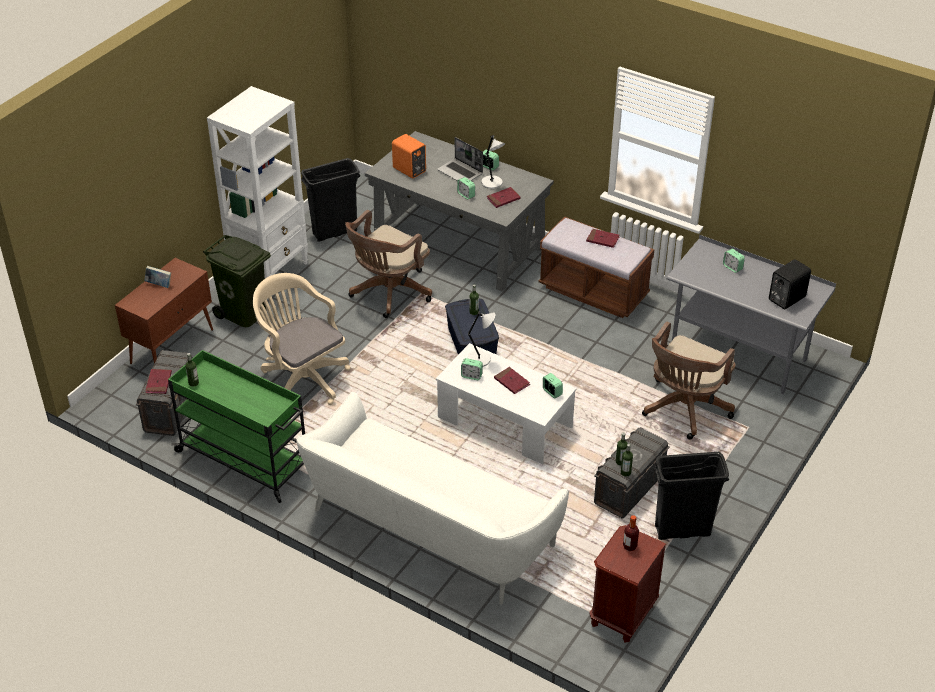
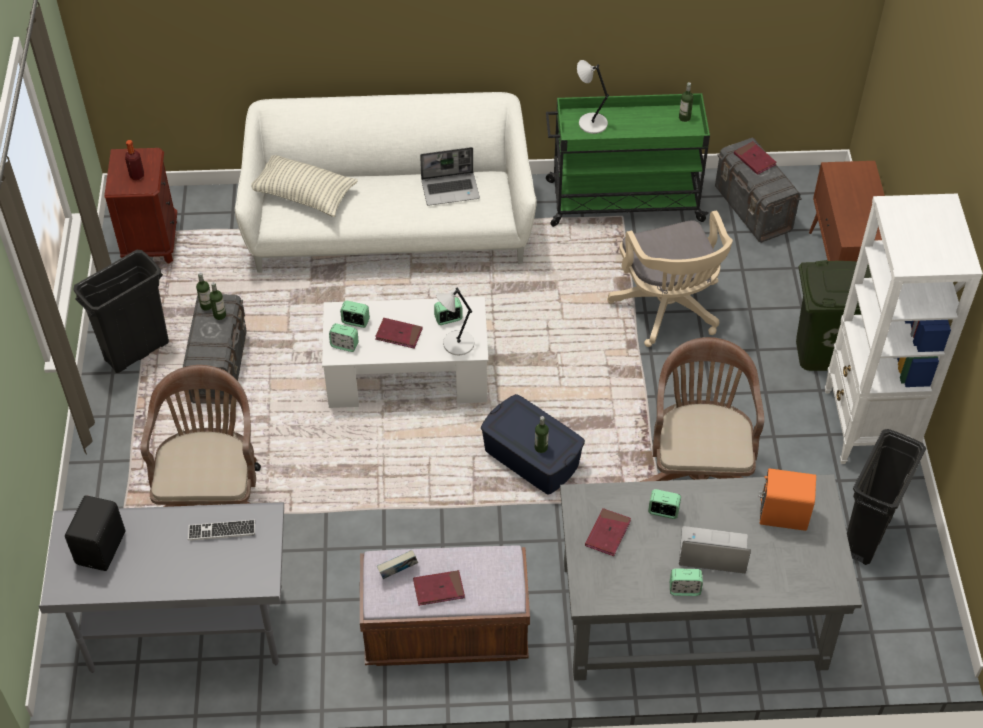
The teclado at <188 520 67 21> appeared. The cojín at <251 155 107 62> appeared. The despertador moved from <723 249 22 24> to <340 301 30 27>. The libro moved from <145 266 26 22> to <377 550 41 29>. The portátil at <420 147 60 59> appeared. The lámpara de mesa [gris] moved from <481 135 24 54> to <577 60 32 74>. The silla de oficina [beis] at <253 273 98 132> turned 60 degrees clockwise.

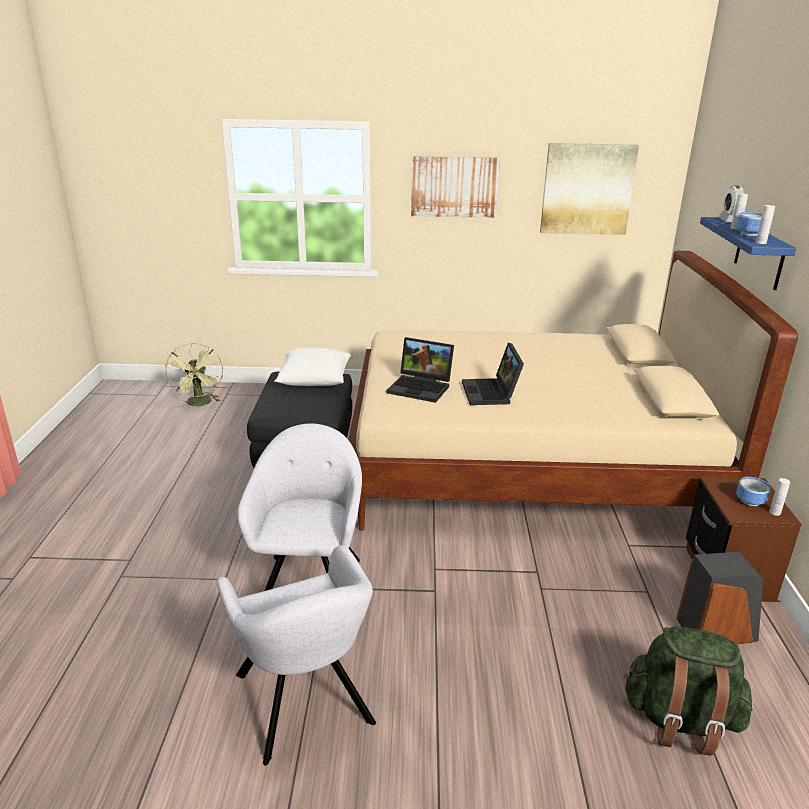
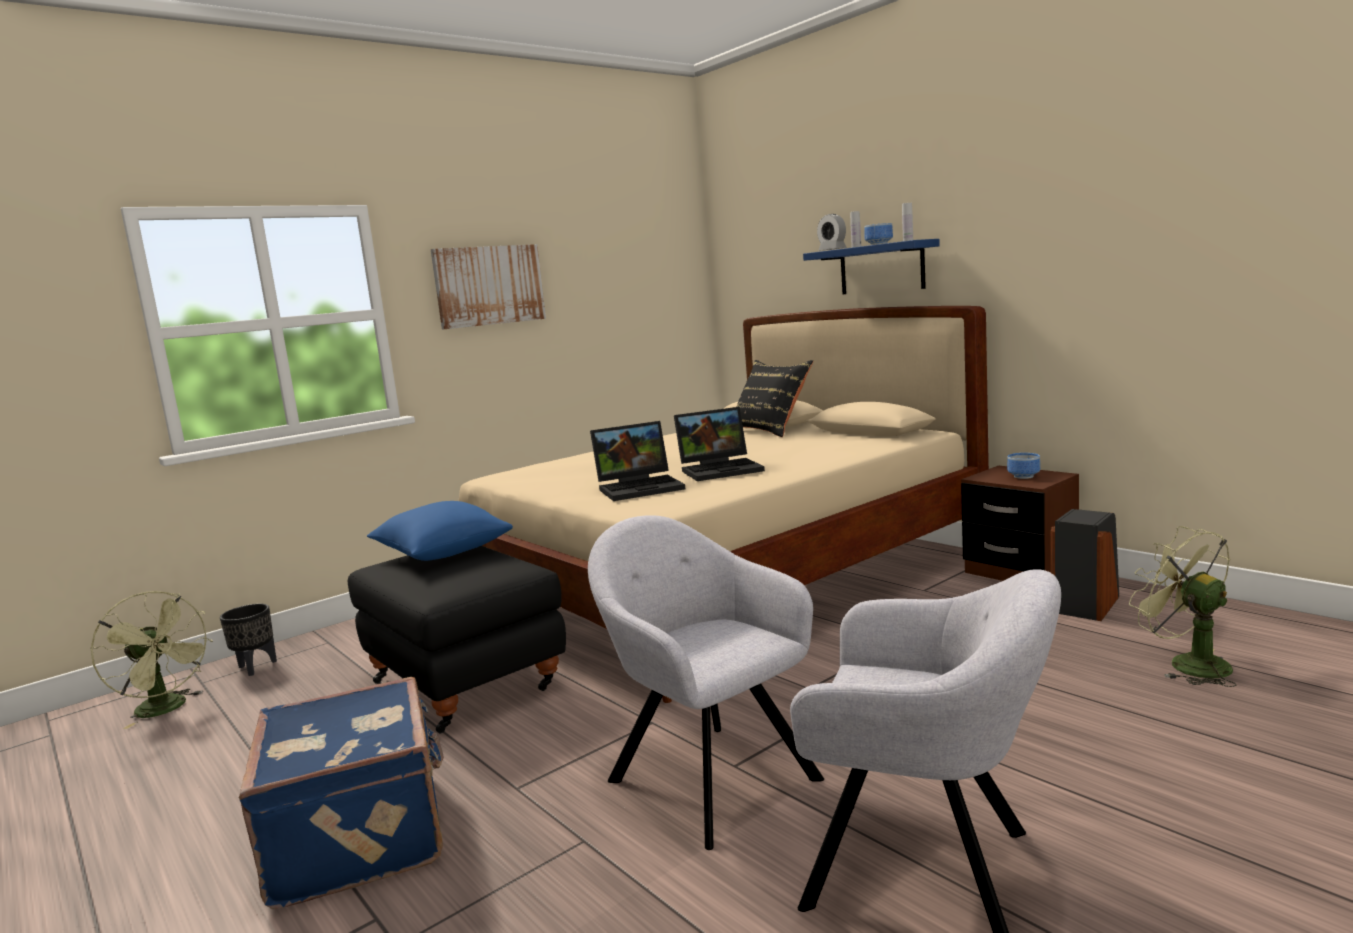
The maceta [negro] at <220 604 57 72> appeared. The maleta [azul] at <239 677 205 232> appeared. The cojín [blanco] at <274 348 77 38> became the cojín [azul] at <367 501 146 60>. The portátil at <462 343 62 62> turned 60 degrees counterclockwise. The cojín [negro] at <737 360 76 77> appeared. The mochila [verde] at <624 626 129 130> was replaced by the ventilador [verde] at <1129 526 108 161>. The cuadro at <540 143 99 92> disappeared. The botella [blanco] at <769 478 21 38> disappeared.

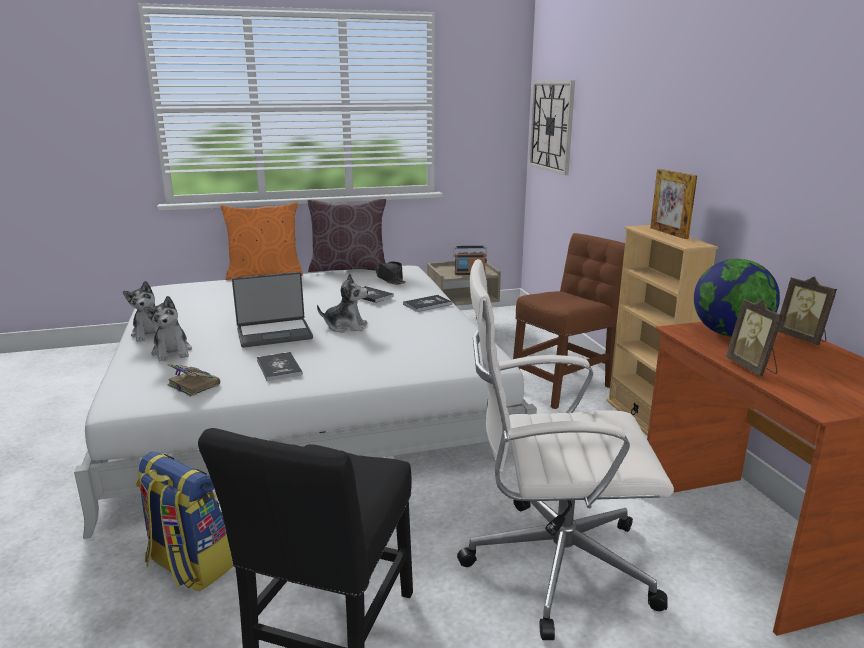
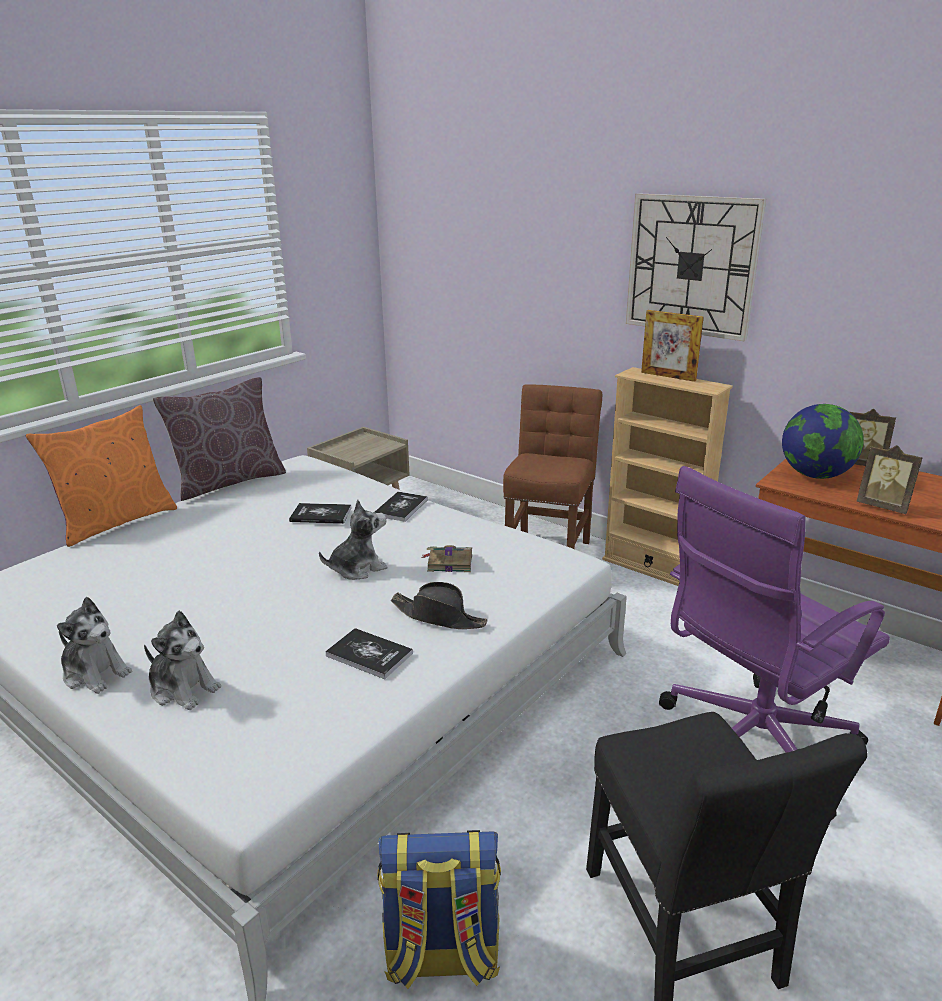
The sombrero [negro] moved from <375 261 31 23> to <390 582 98 47>. The libro moved from <168 364 52 33> to <421 545 51 27>. The reloj de pared moved from <529 81 46 94> to <626 193 140 148>. The silla de oficina [blanco] at <457 259 217 381> became the silla de oficina [morado] at <659 466 231 354>. The portátil at <232 272 81 76> disappeared. The radio at <453 246 34 29> disappeared.

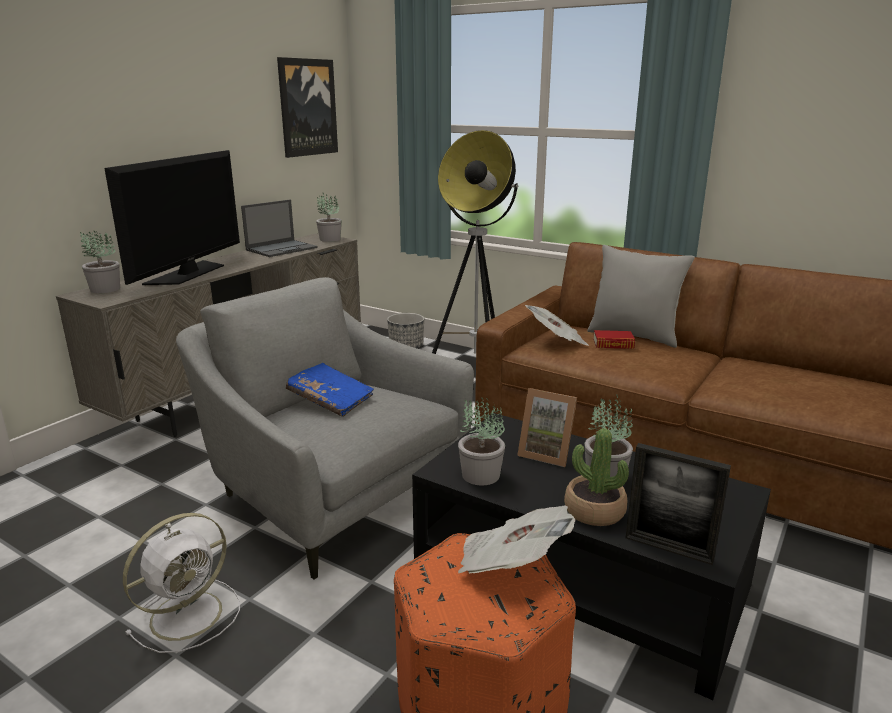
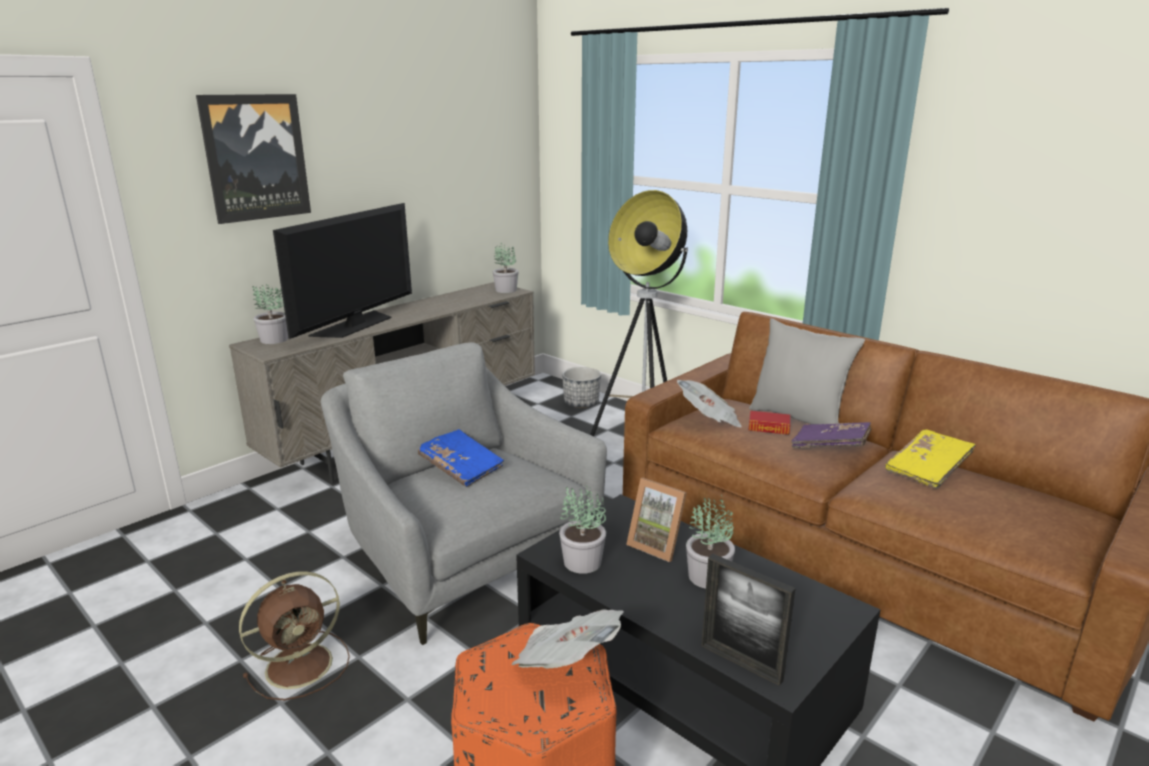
The cuadro moved from <277 57 61 101> to <196 94 115 130>. The ventilador [blanco] at <123 513 117 140> became the ventilador [marrón] at <239 571 111 129>. The libro [morado] at <791 422 81 26> appeared. The libro [amarillo] at <885 429 91 60> appeared. The portátil at <241 199 77 58> disappeared. The planta en maceta at <564 428 65 98> disappeared.

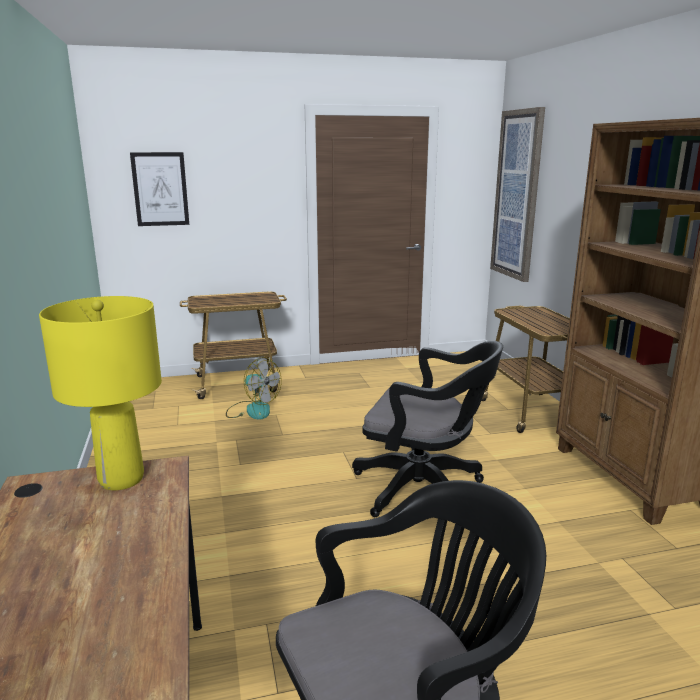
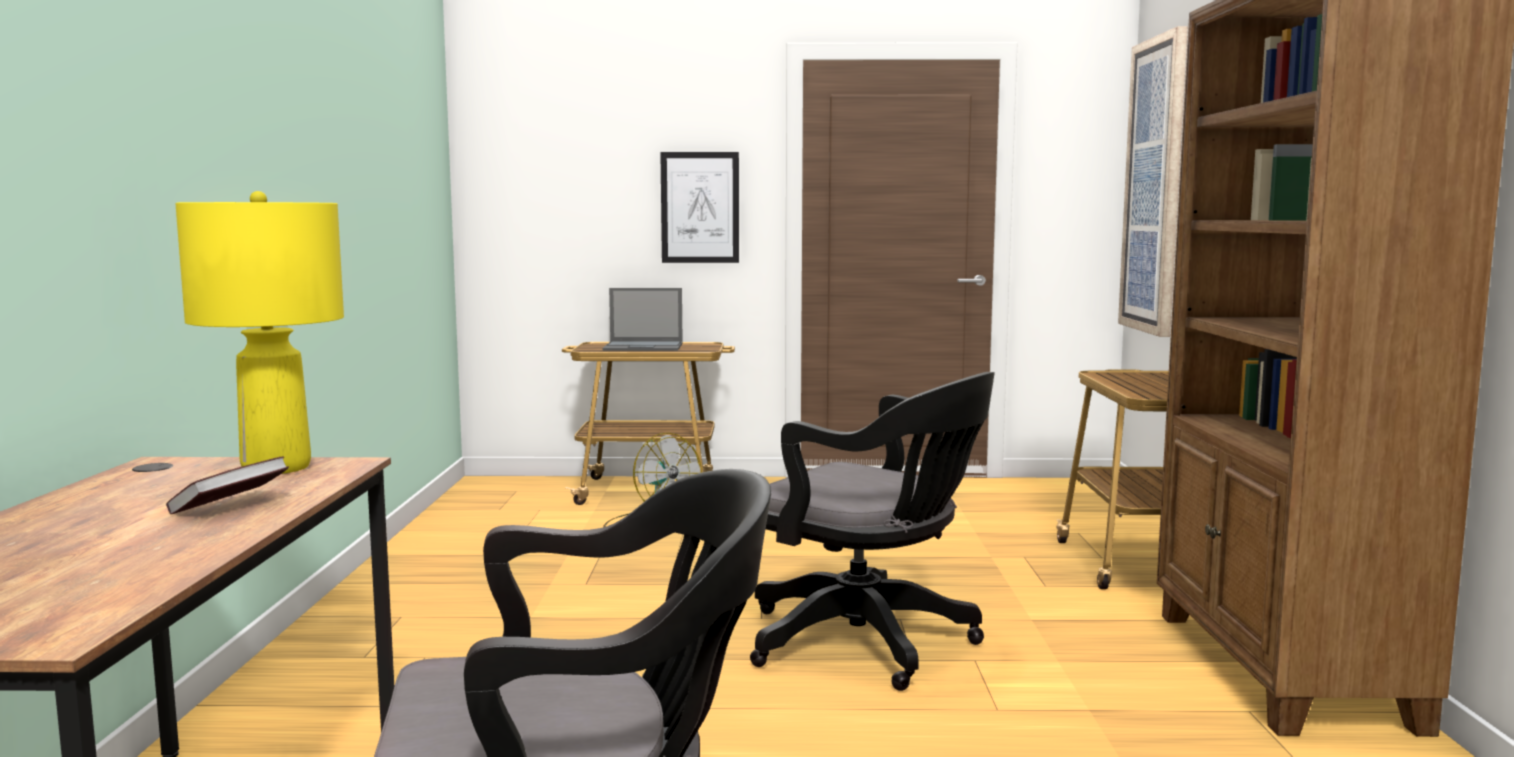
The libro at <166 456 123 58> appeared. The portátil at <602 288 81 63> appeared. The cuadro moved from <130 152 59 74> to <660 152 79 111>.

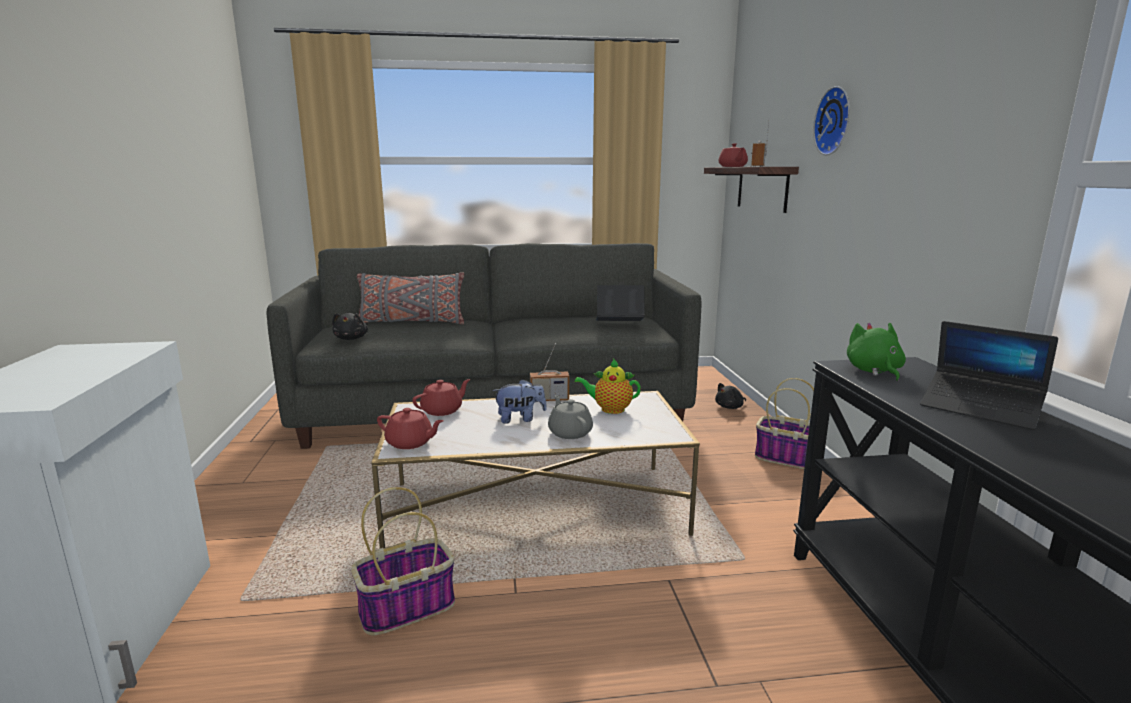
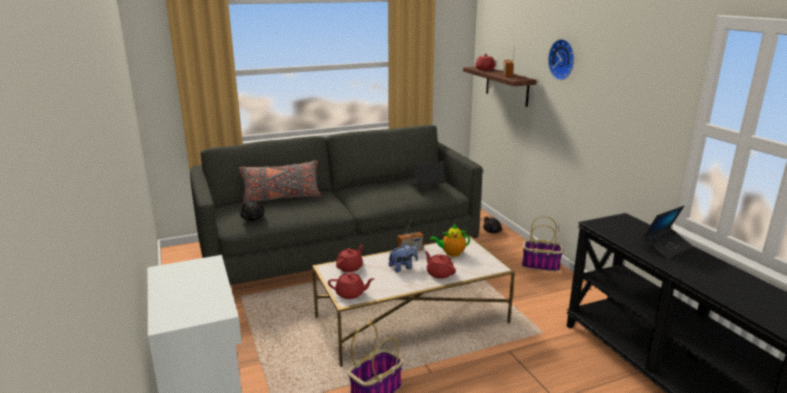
The tetera [gris] at <548 395 45 44> became the tetera [rojo] at <425 251 31 28>. The portátil at <920 321 138 109> turned 60 degrees counterclockwise. The peluche [verde] at <847 323 59 58> disappeared.

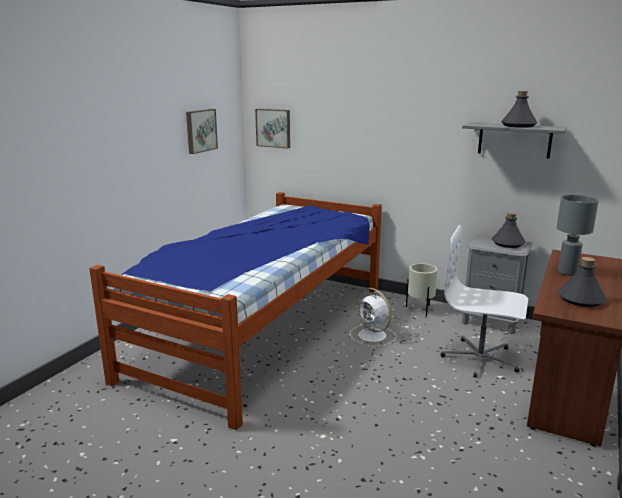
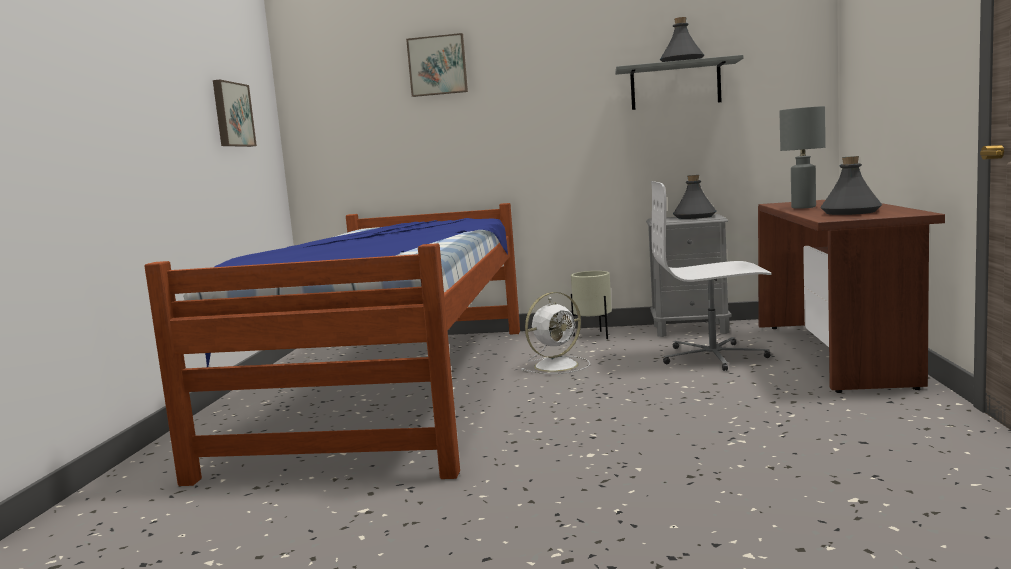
The cuadro moved from <255 109 35 40> to <406 33 62 64>. The ventilador [blanco] at <350 288 46 59> turned 60 degrees counterclockwise.

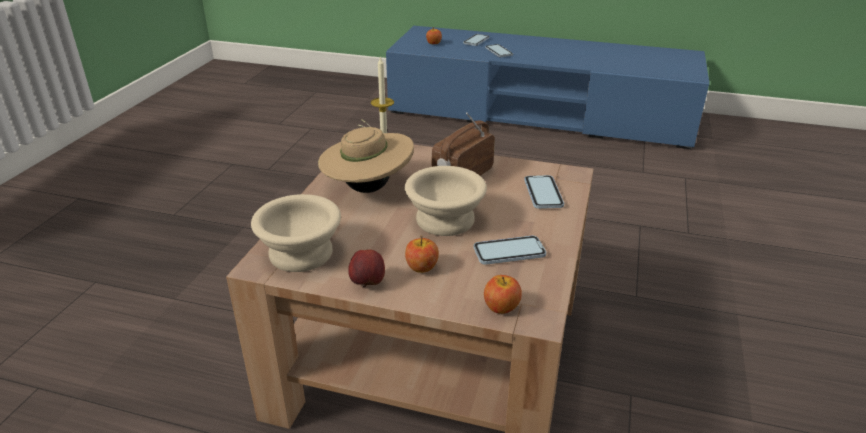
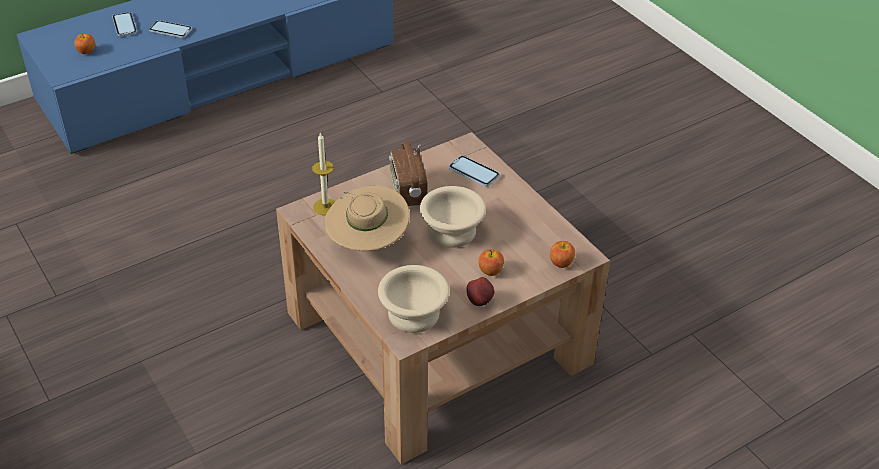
The móvil at <474 236 72 29> disappeared.

